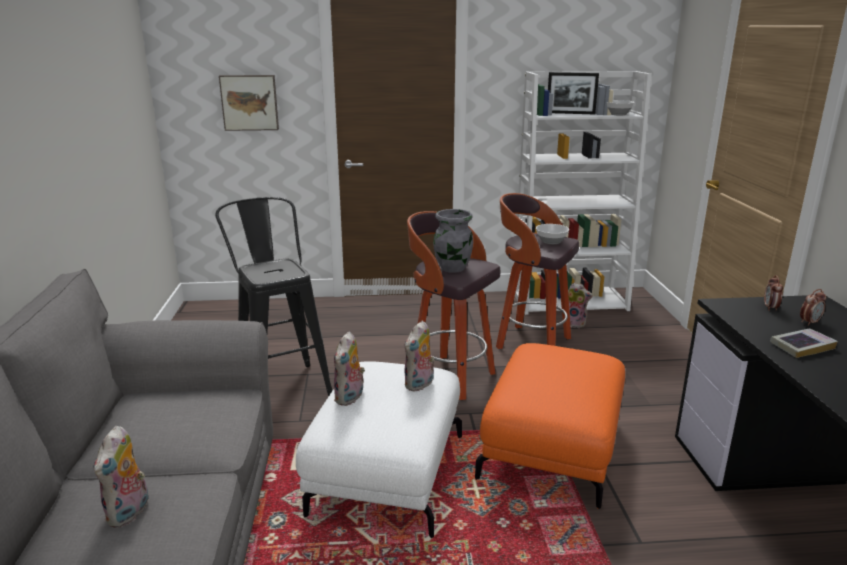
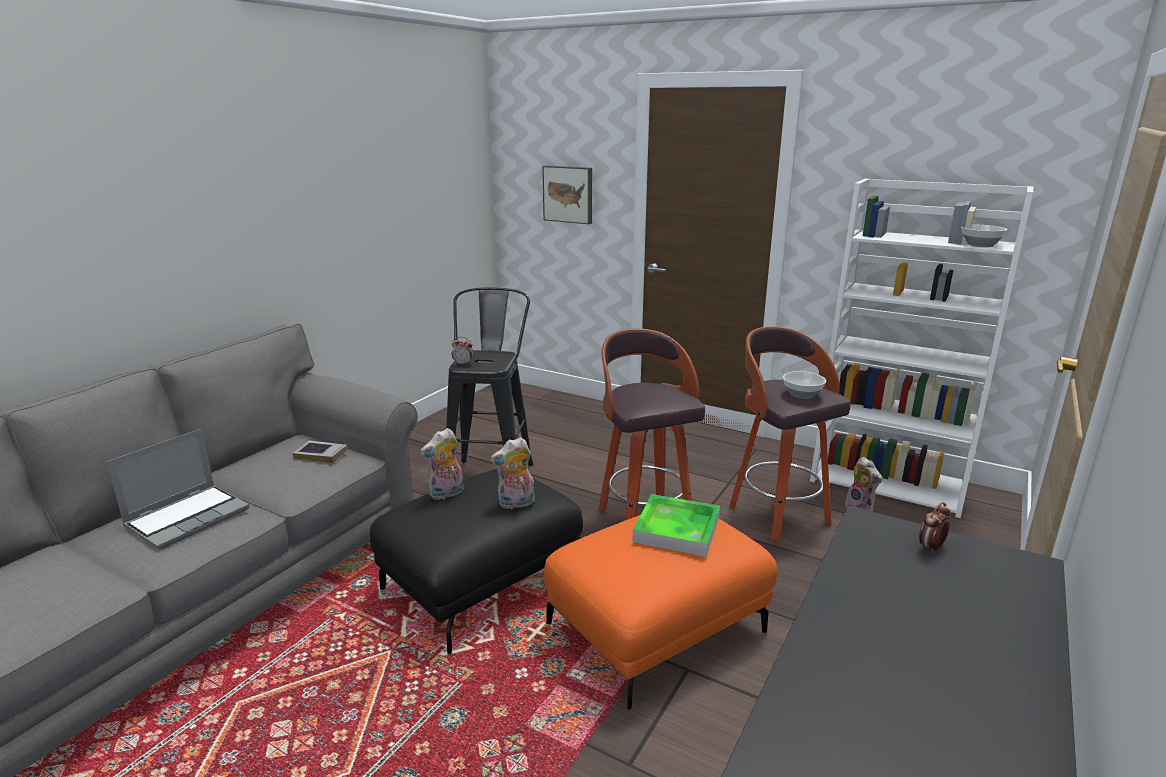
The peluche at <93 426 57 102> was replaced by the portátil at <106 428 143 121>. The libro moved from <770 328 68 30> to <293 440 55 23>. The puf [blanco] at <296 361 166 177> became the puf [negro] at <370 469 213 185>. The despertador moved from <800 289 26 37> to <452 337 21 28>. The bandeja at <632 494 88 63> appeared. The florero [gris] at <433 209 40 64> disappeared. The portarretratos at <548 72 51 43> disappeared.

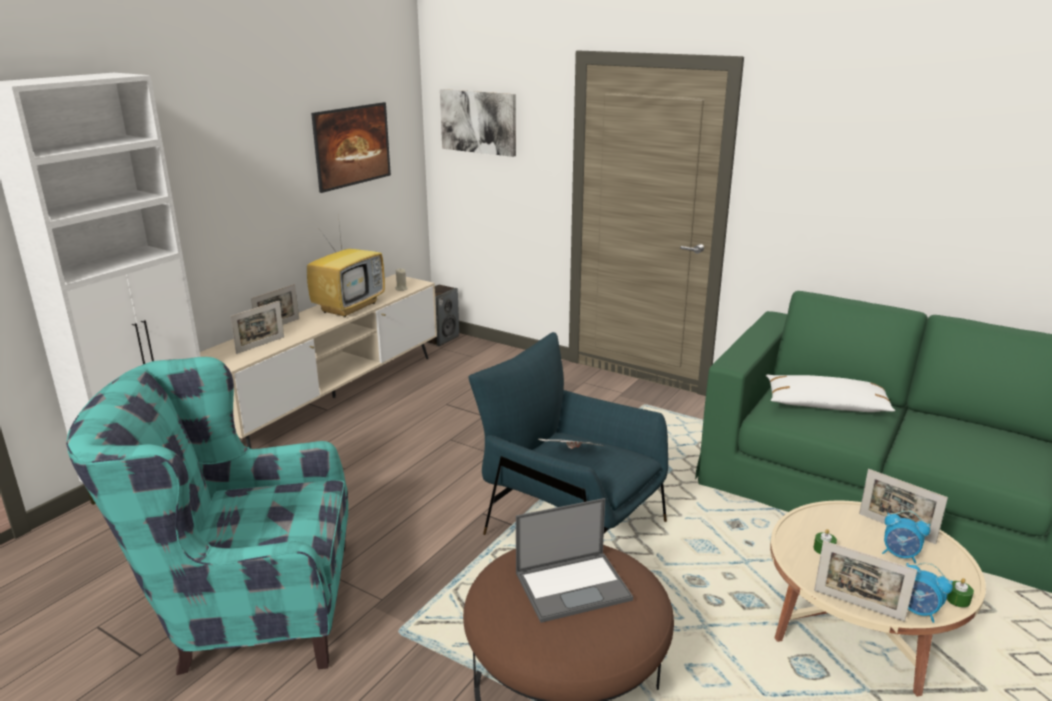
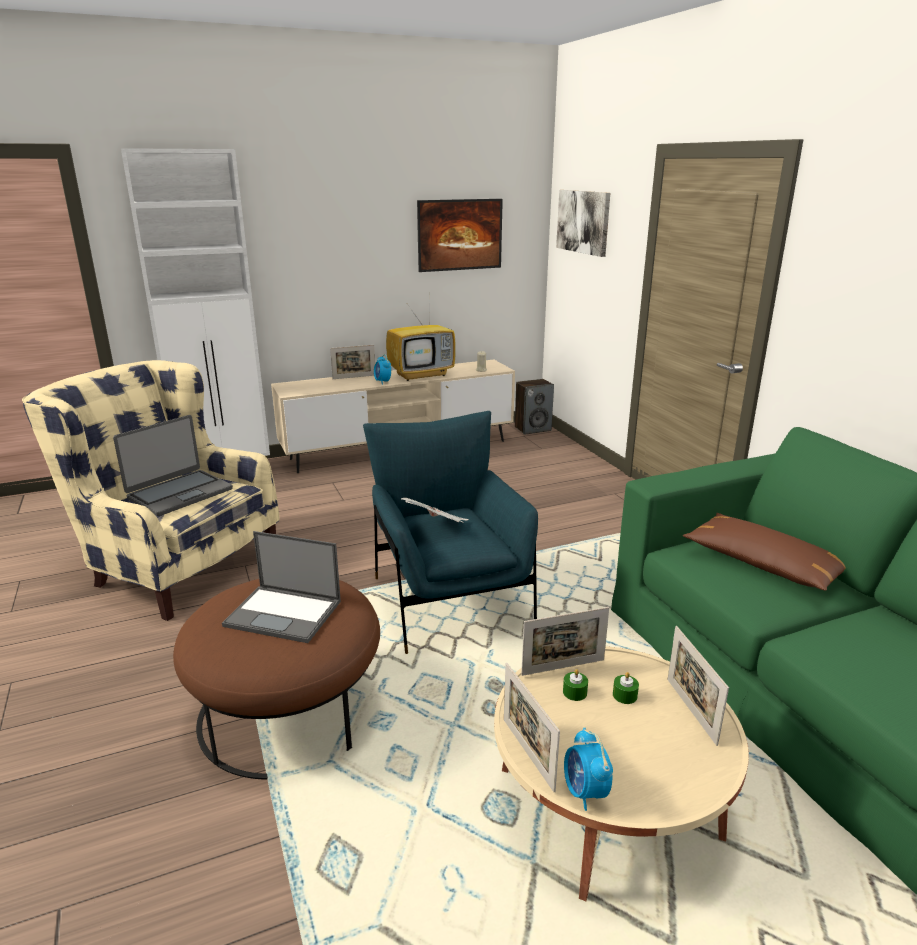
The sillón [turquesa] at <66 357 282 318> became the sillón [beis] at <22 360 257 261>. The portátil at <113 415 120 101> appeared. The despertador moved from <882 510 48 54> to <374 354 17 31>. The portarretratos moved from <230 301 54 53> to <521 607 88 69>. The vela [verde] moved from <947 578 27 30> to <613 672 26 32>. The cojín [blanco] at <766 375 129 37> became the cojín [marrón] at <683 513 163 78>.

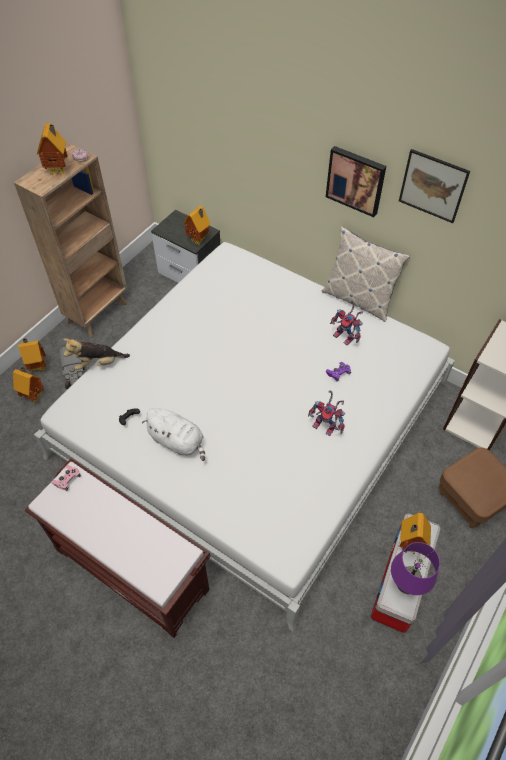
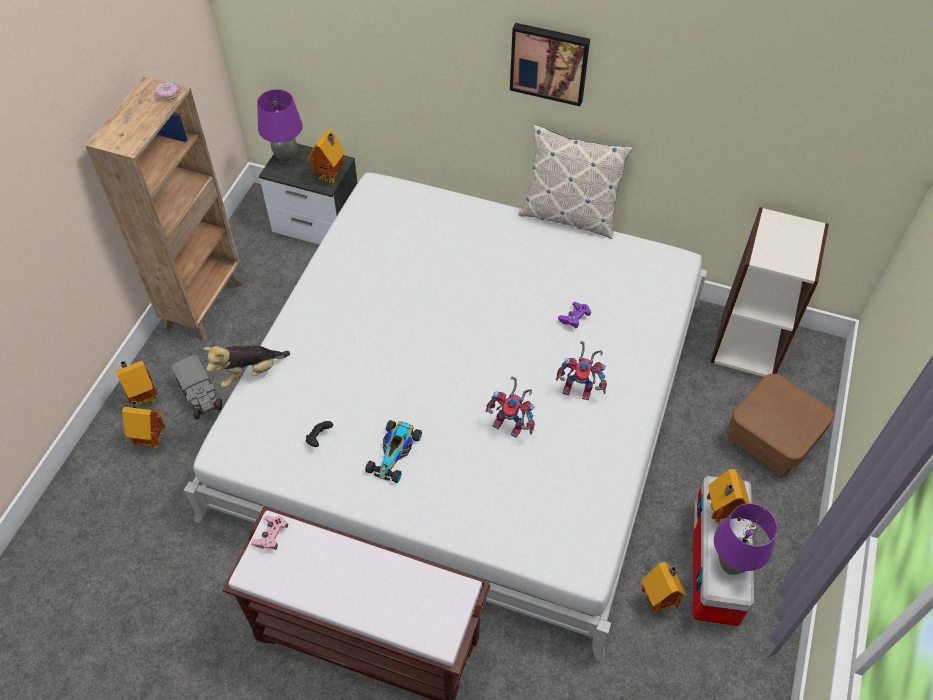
The lámpara de mesa [morado] at <257 89 46 74> appeared. The peluche [blanco] at <142 408 63 53> was replaced by the coche de juguete at <365 420 57 63>. The robot de juguete moved from <330 300 33 45> to <485 377 50 61>. The casita moved from <37 123 31 51> to <641 562 46 52>. The cuadro at <399 149 71 74> disappeared.

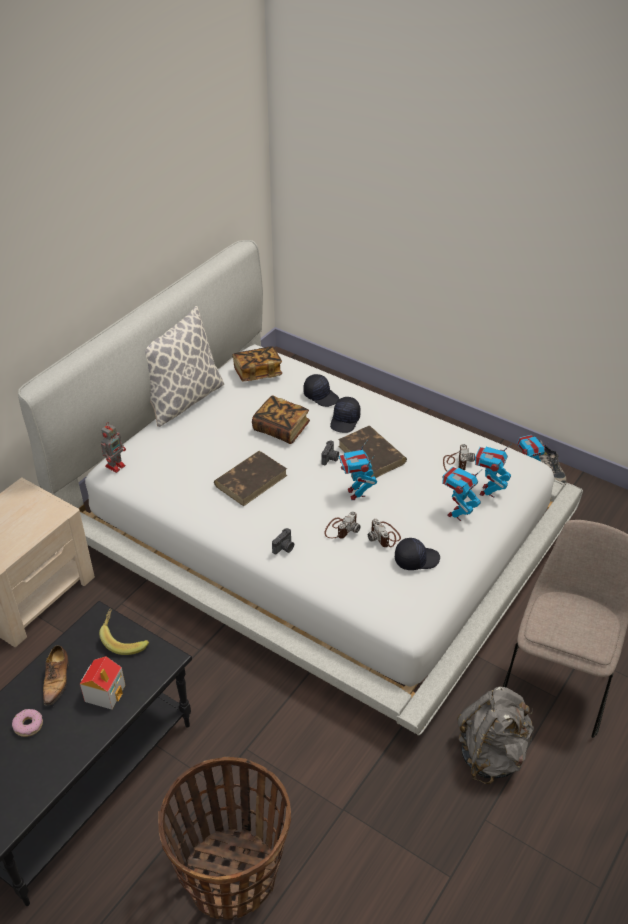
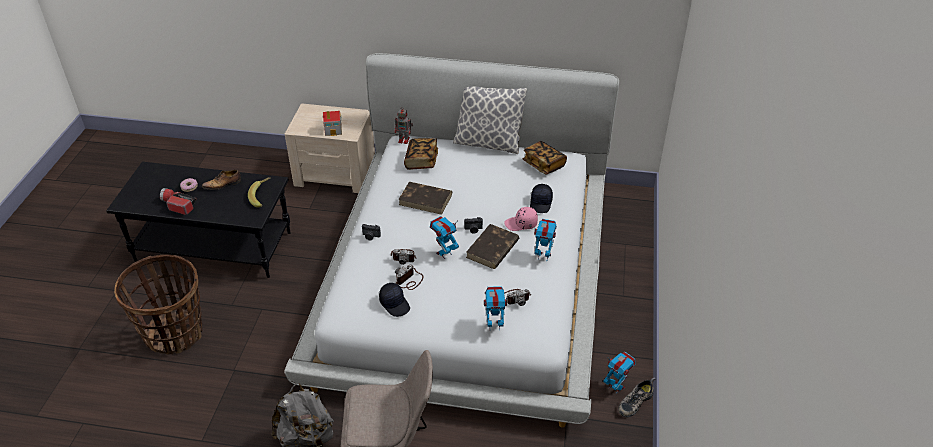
The linterna at <160 188 37 27> appeared. The casita moved from <80 656 45 54> to <323 111 19 25>. The libro moved from <252 395 58 49> to <404 138 34 32>. The gorra [negro] at <330 397 31 36> became the gorra [rosa] at <504 207 34 24>. The robot de juguete moved from <442 467 39 54> to <534 219 23 43>.

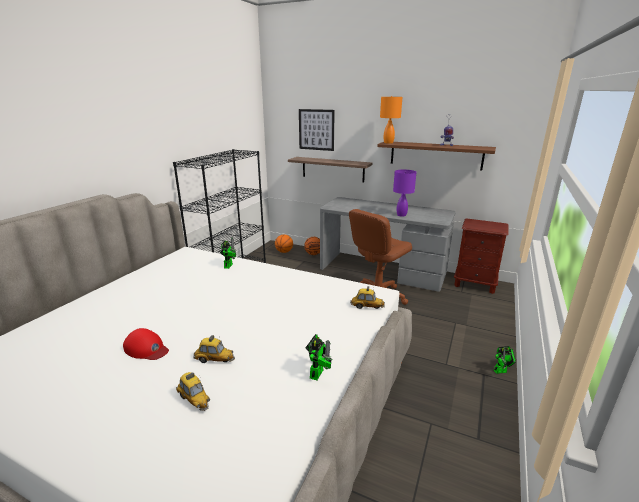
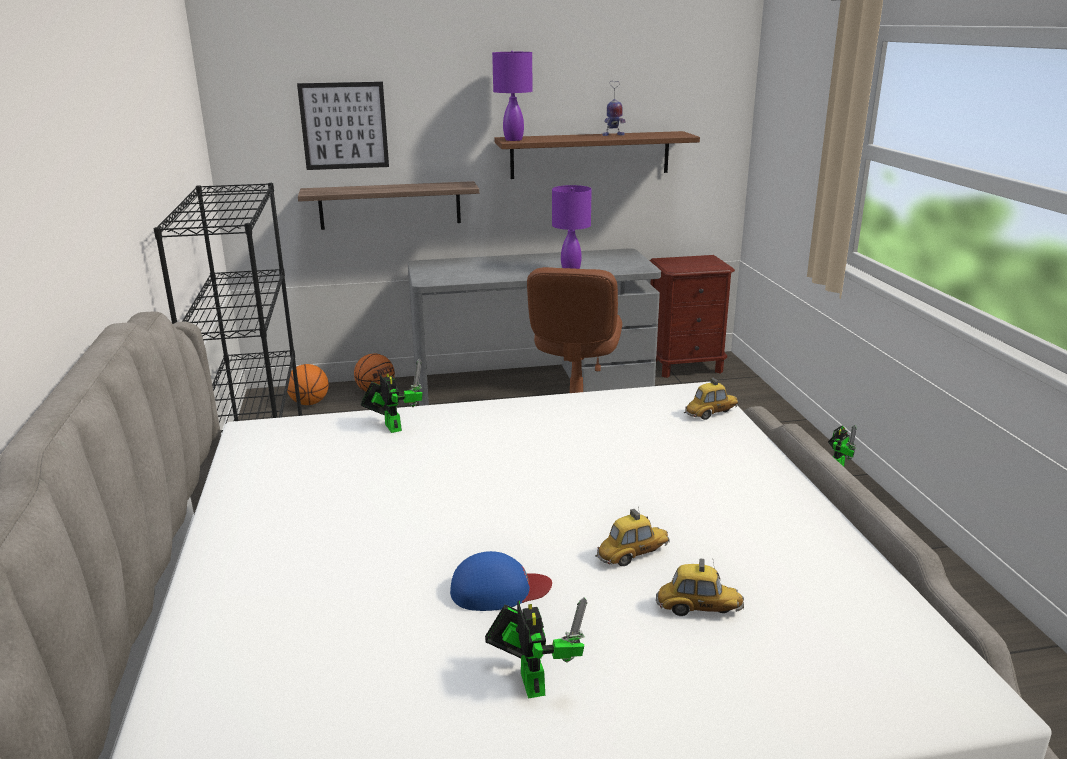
The gorra [rojo] at <123 328 46 32> became the gorra [azul] at <450 551 102 60>. The robot de juguete moved from <305 334 28 46> to <485 597 103 101>. The lámpara de mesa [naranja] at <380 96 22 48> became the lámpara de mesa [morado] at <492 51 41 90>.

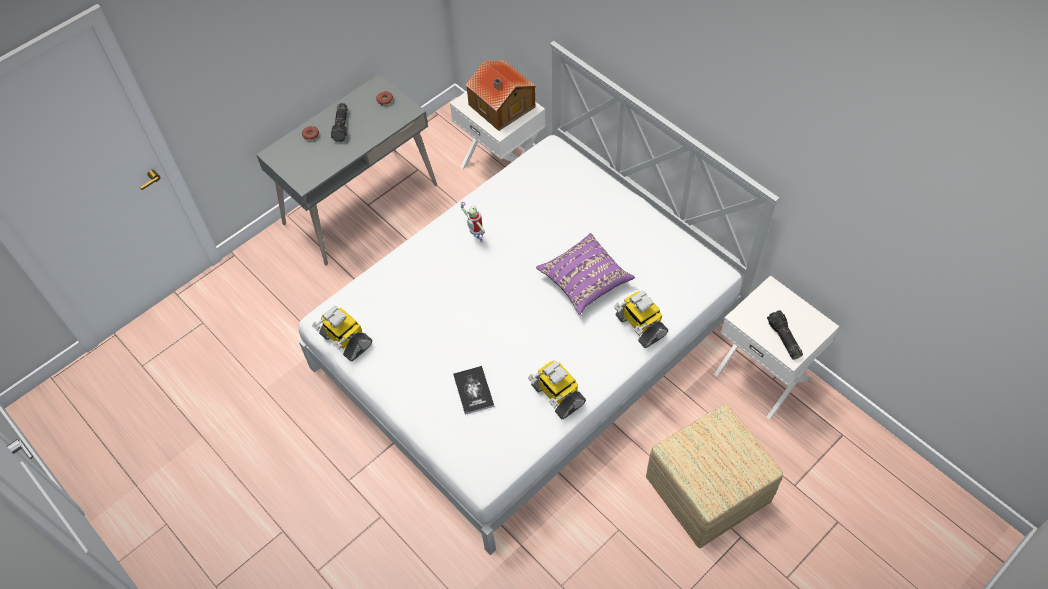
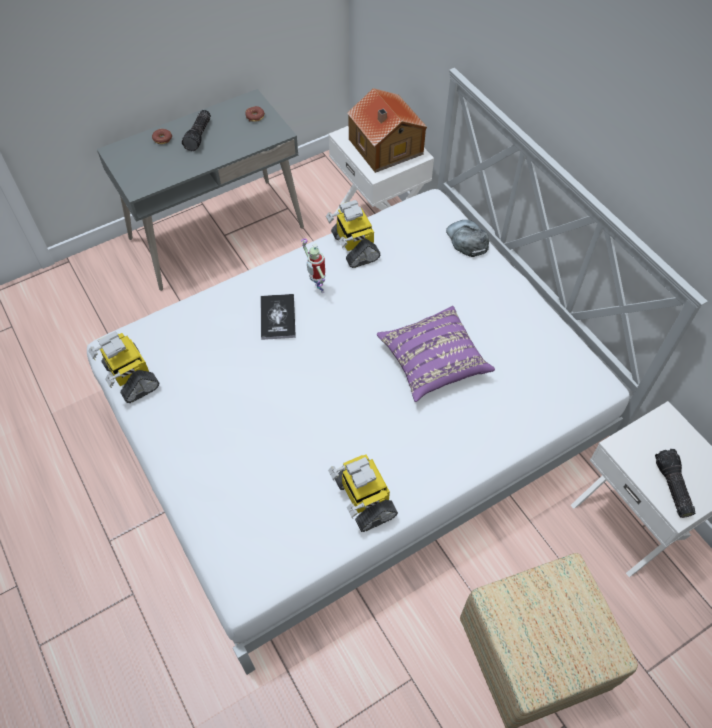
The libro moved from <453 366 41 49> to <260 294 36 46>. The robot de juguete moved from <614 290 54 58> to <326 200 54 68>. The gorra [gris] at <446 220 43 37> appeared.

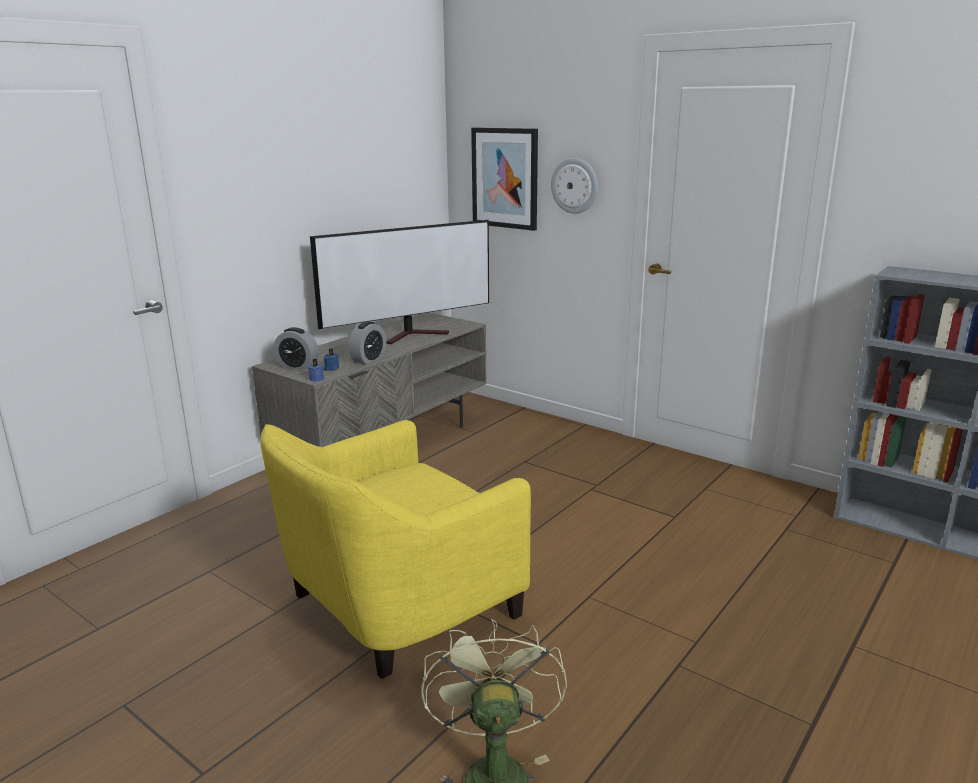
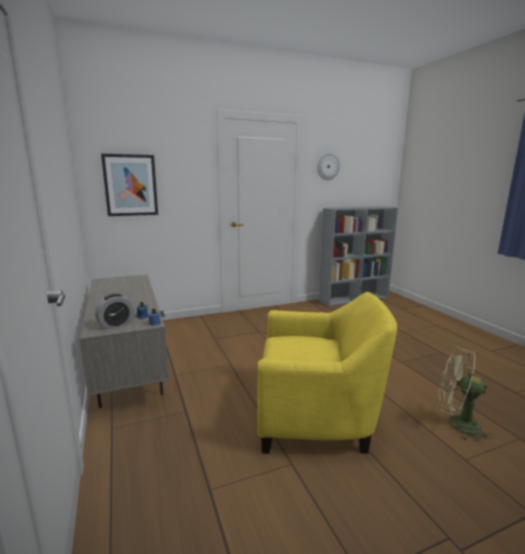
The sillón [amarillo] at <260 420 271 259> turned 75 degrees counterclockwise. The reloj de pared moved from <551 158 47 56> to <317 153 23 27>. The televisor at <310 220 179 124> disappeared. The despertador at <349 321 37 43> disappeared.

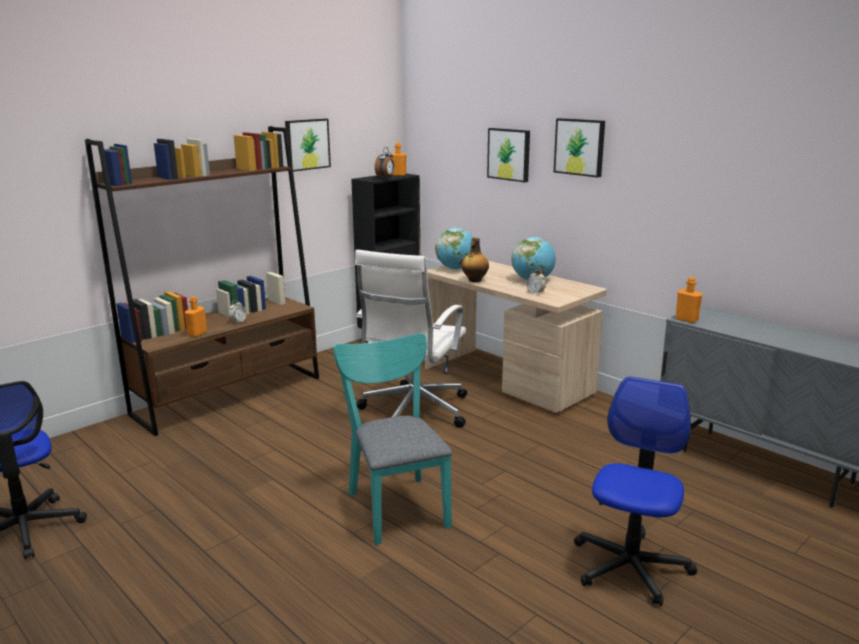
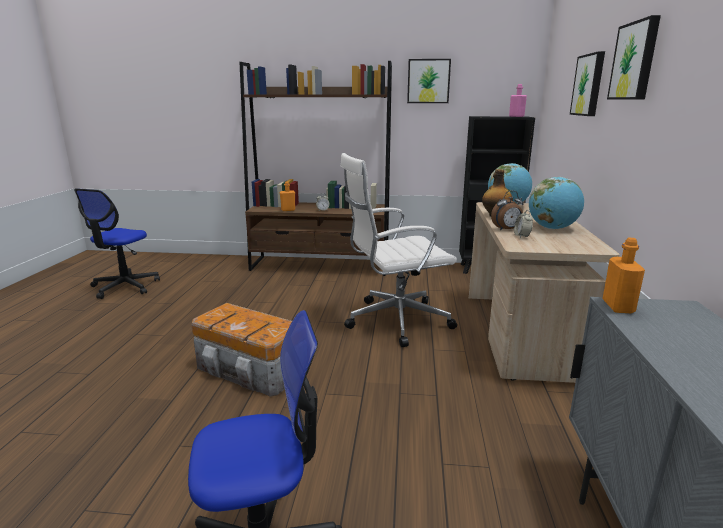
The silla [turquesa] at <333 333 120 212> was replaced by the caja de almacenaje at <192 303 100 94>. The despertador moved from <375 147 19 32> to <491 191 33 40>. The botella [naranja] at <391 143 16 33> became the botella [rosa] at <509 84 18 33>.

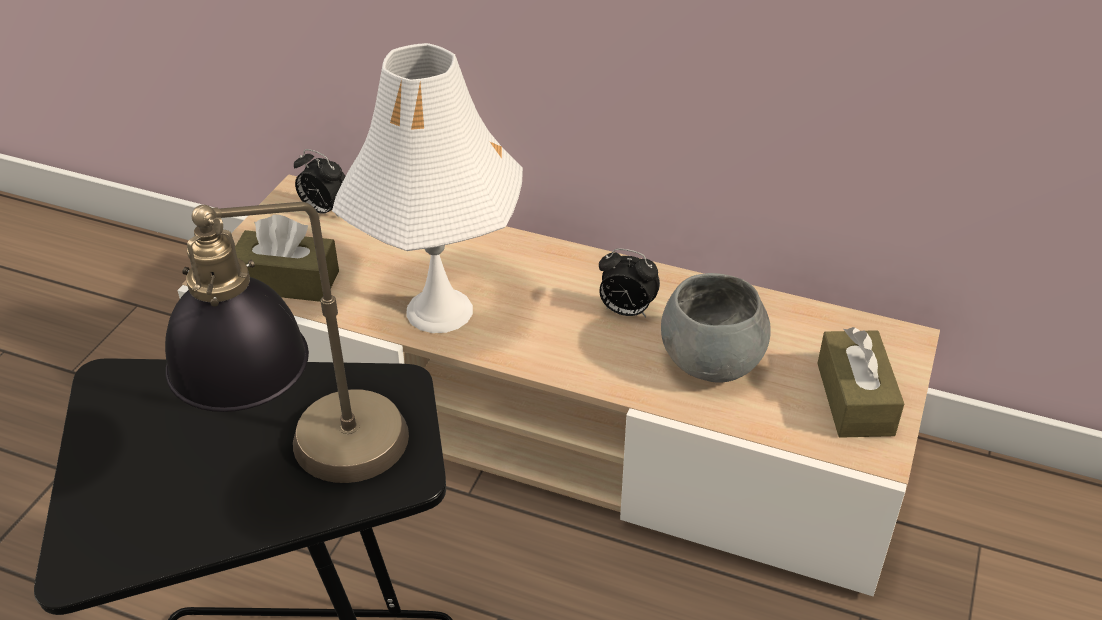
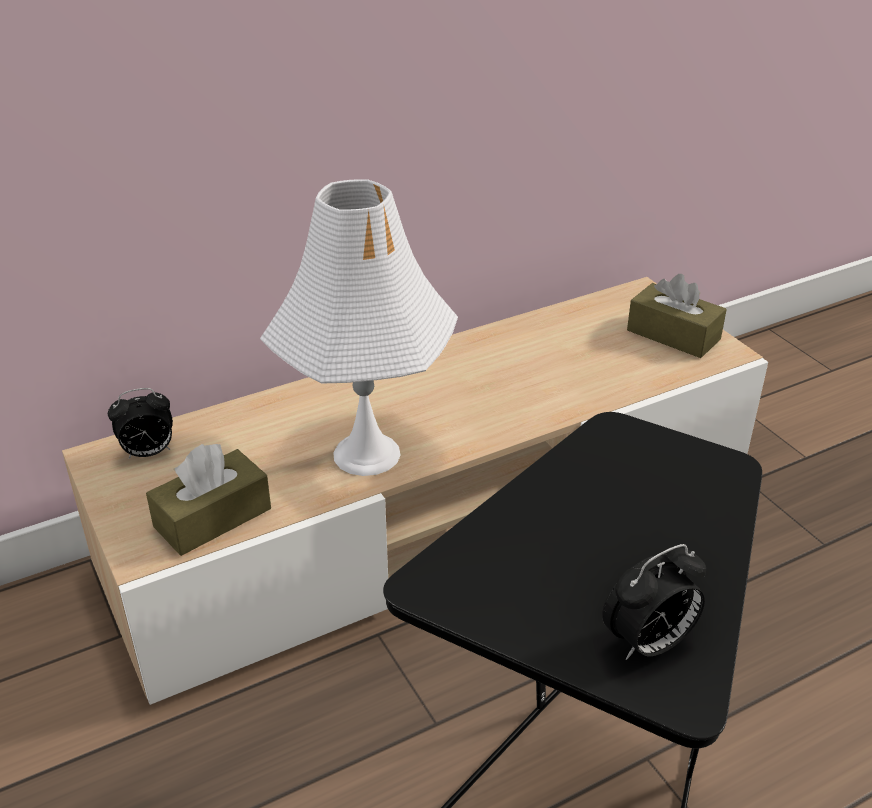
The despertador moved from <599 248 61 69> to <602 544 104 116>. The lámpara de mesa at <165 202 244 281> disappeared. The cuenco [gris] at <661 273 110 109> disappeared.

